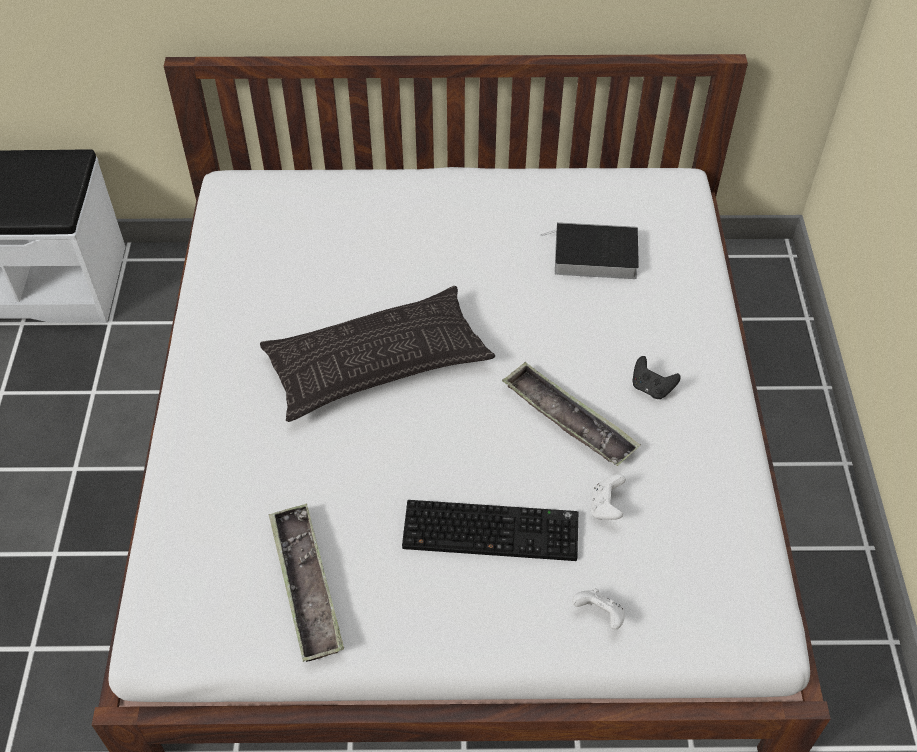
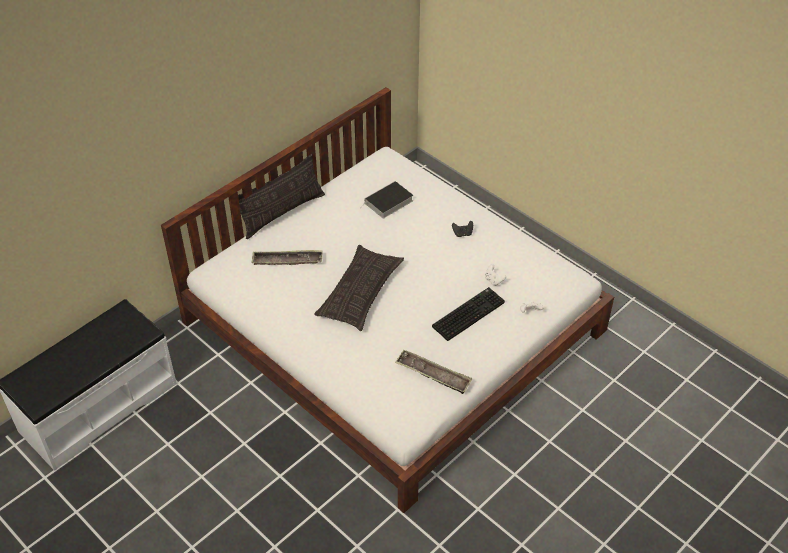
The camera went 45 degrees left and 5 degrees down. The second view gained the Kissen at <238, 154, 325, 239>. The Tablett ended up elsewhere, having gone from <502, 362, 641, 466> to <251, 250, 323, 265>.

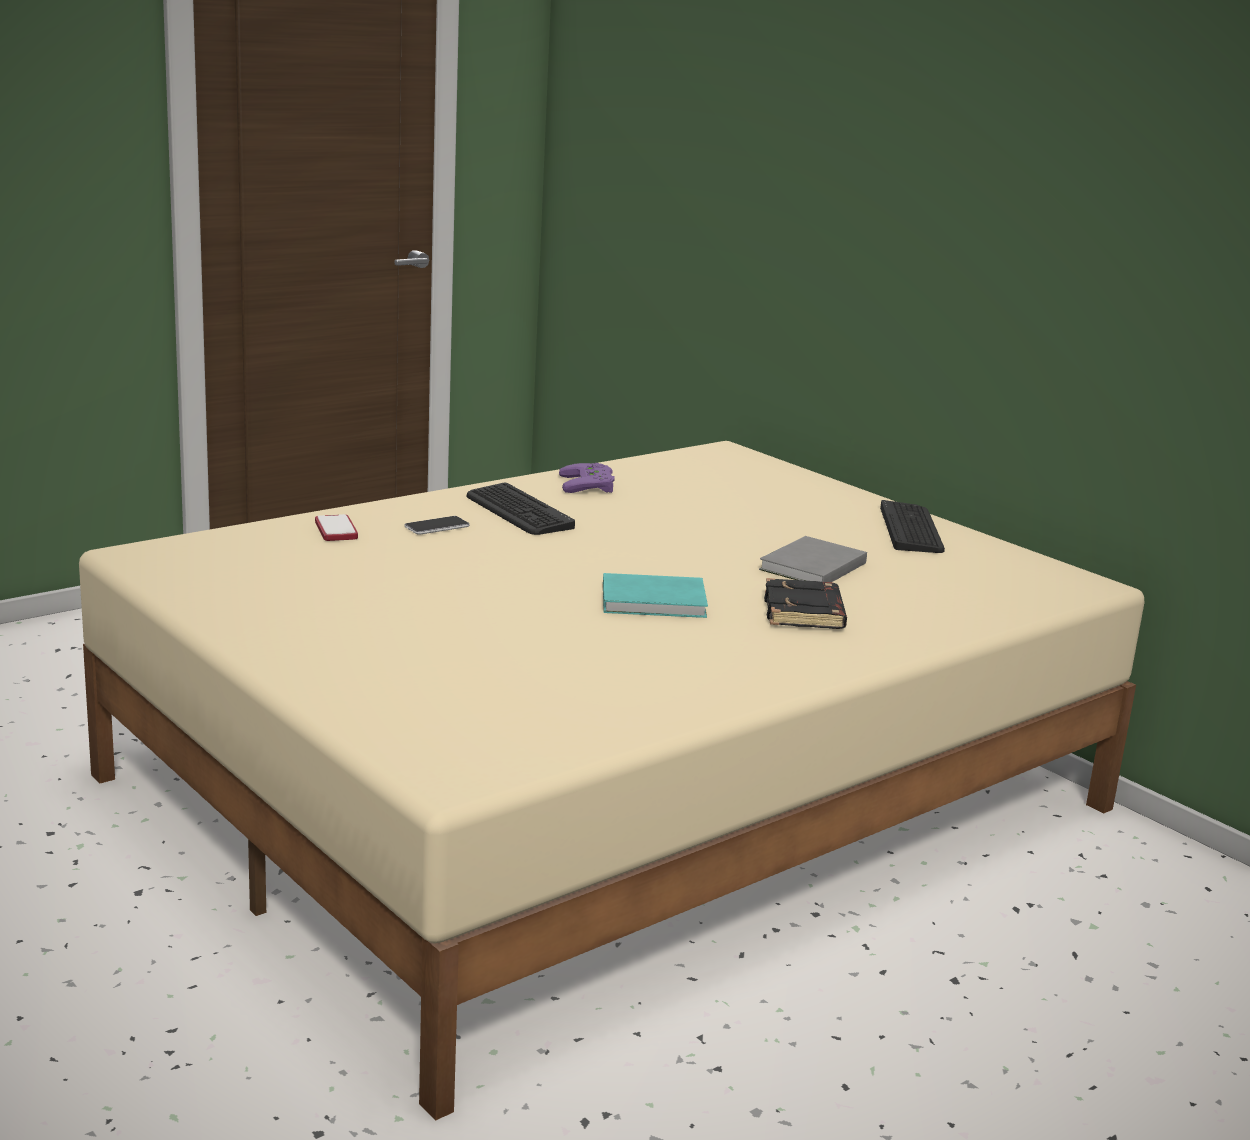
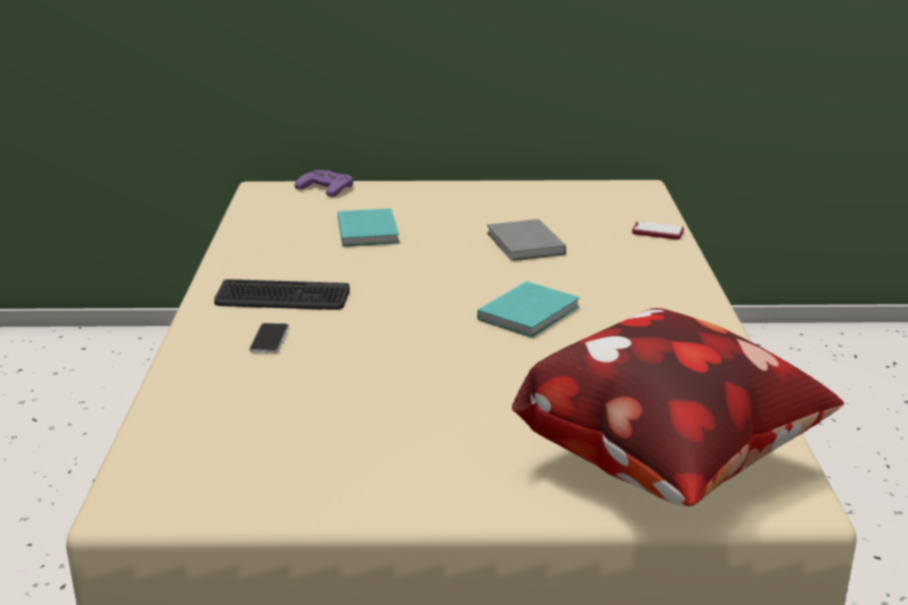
The camera went 50 degrees left and 5 degrees up. The Gamepad (lila) ended up elsewhere, having gone from <559, 463, 615, 493> to <294, 170, 353, 197>. The second view gained the Buch (türkis) at <338, 208, 399, 246>. The second view gained the Kissen at <512, 308, 844, 507>. The Handy ended up elsewhere, having gone from <315, 514, 358, 541> to <632, 221, 684, 240>. The second view lost the Buch (schwarz) at <764, 578, 847, 629>. The second view lost the Tastatur at <880, 500, 945, 553>.

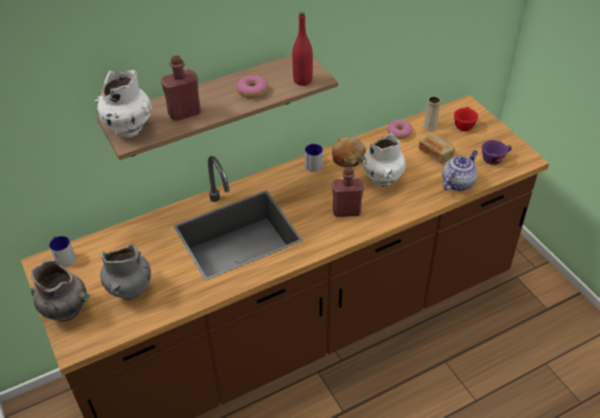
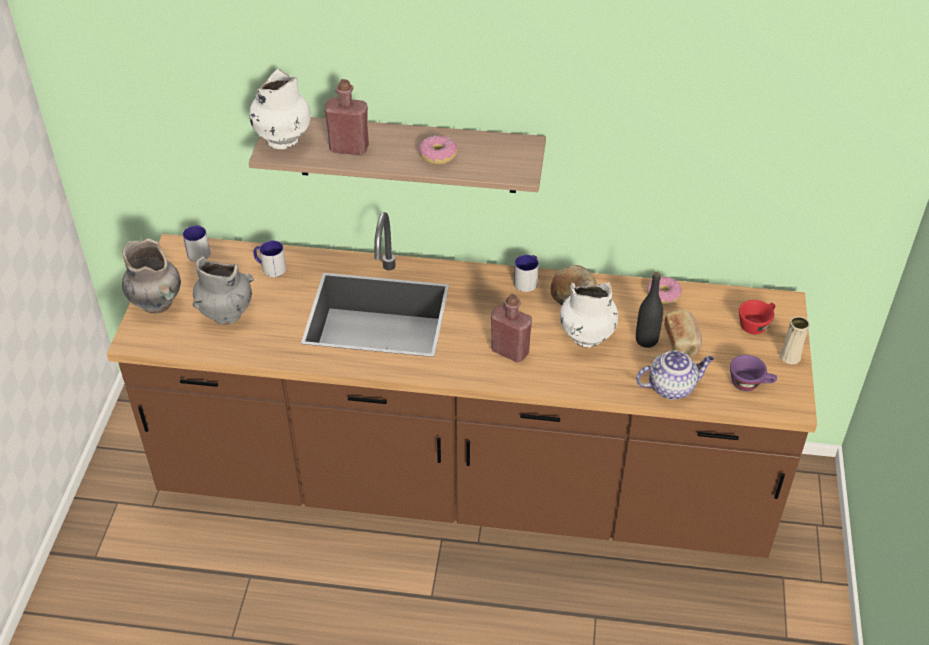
The camera went 35 degrees right and 0 degrees up. The second view gained the Henkelbecher at <253, 240, 286, 277>. The second view gained the Flasche (schwarz) at <636, 272, 663, 348>. The Vase (beige) ended up elsewhere, having gone from <424, 96, 441, 131> to <780, 316, 809, 364>. The second view lost the Flasche (rot) at <292, 12, 313, 86>.

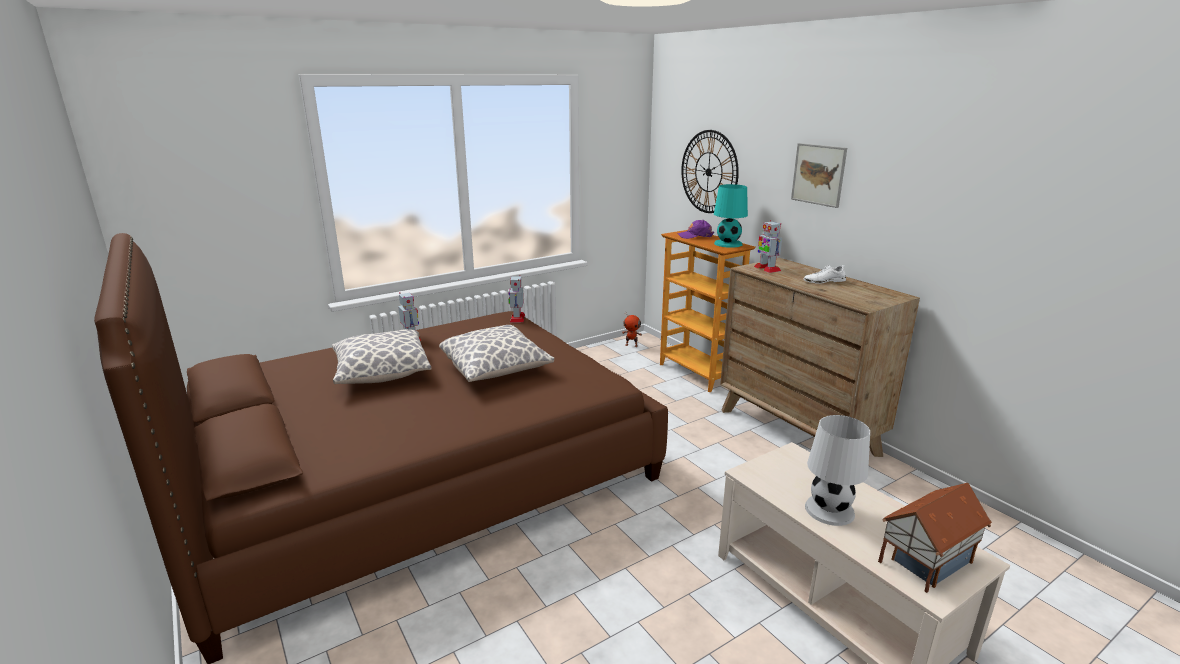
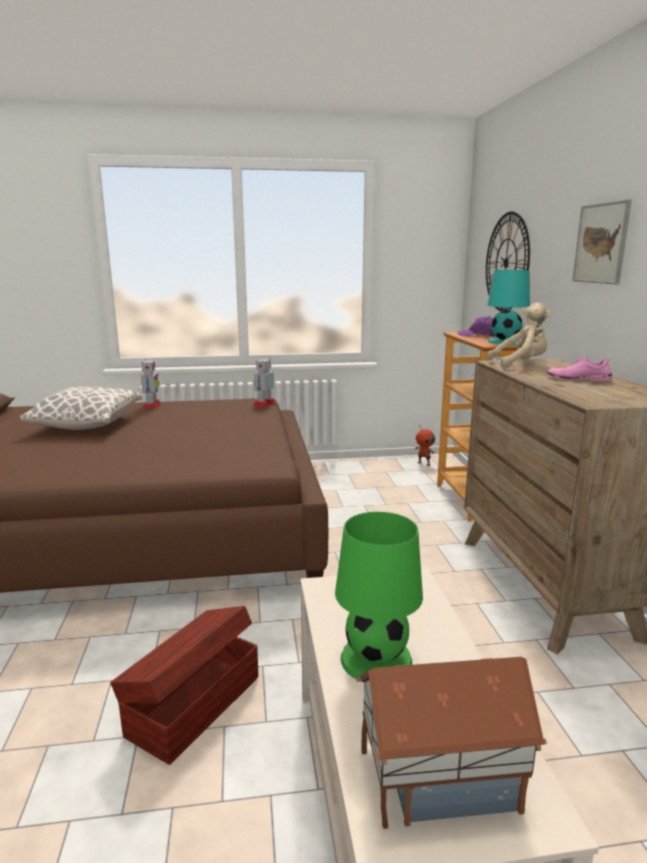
The camera went 25 degrees right and 5 degrees down. The second view gained the Aufbewahrungsbox (braun) at <110, 606, 258, 765>. What was the Tischlampe (weiß) at <805, 415, 870, 526> turned into the Tischlampe (grün) at <335, 512, 423, 679>. Where the Spielzeugroboter stood at <754, 220, 782, 273>, the Plüschtier (beige) came to stand at <487, 303, 551, 369>. What was the Schuh (weiß) at <803, 264, 846, 284> turned into the Schuh (rosa) at <546, 356, 612, 381>. The second view lost the Kissen at <439, 325, 554, 382>.

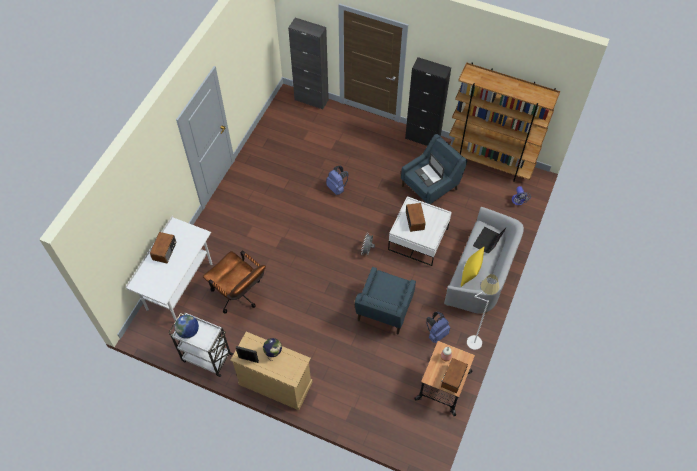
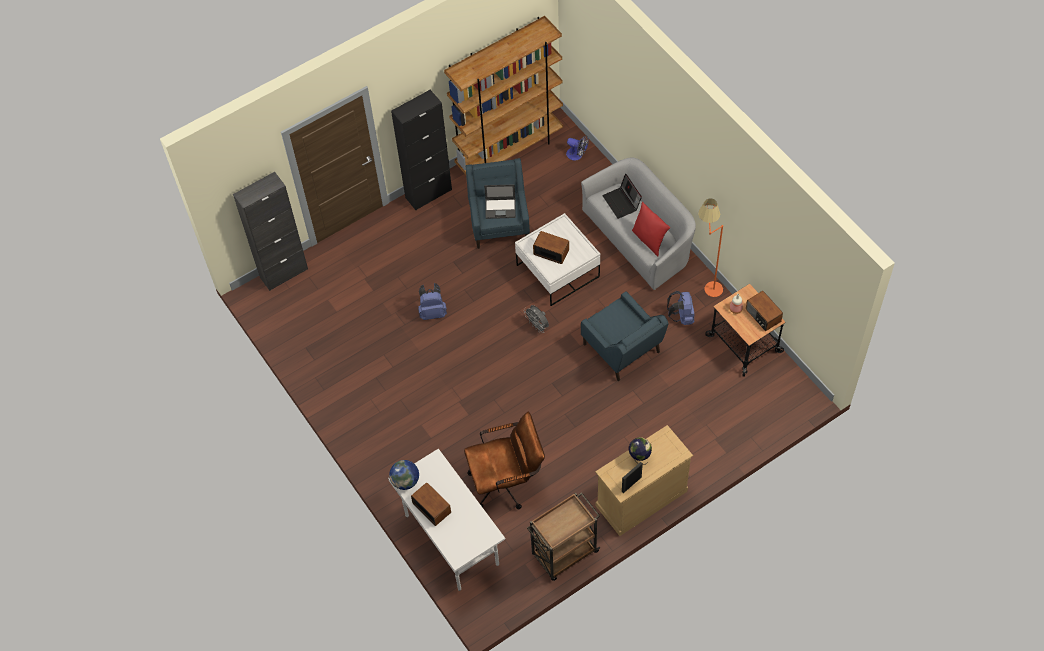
The camera went 55 degrees left and 0 degrees up. The Globus ended up elsewhere, having gone from <175, 315, 199, 339> to <389, 460, 419, 490>. What was the Rollwagen (weiß) at <168, 312, 234, 377> turned into the Rollwagen (braun) at <527, 492, 600, 581>. What was the Kissen (gelb) at <461, 247, 484, 287> turned into the Kissen (rot) at <632, 202, 670, 256>. What was the Stehlampe (weiß) at <467, 274, 500, 350> turned into the Stehlampe (orange) at <698, 198, 723, 297>.

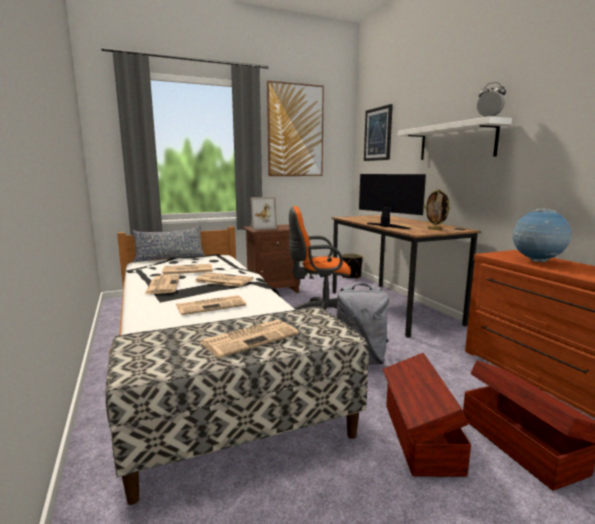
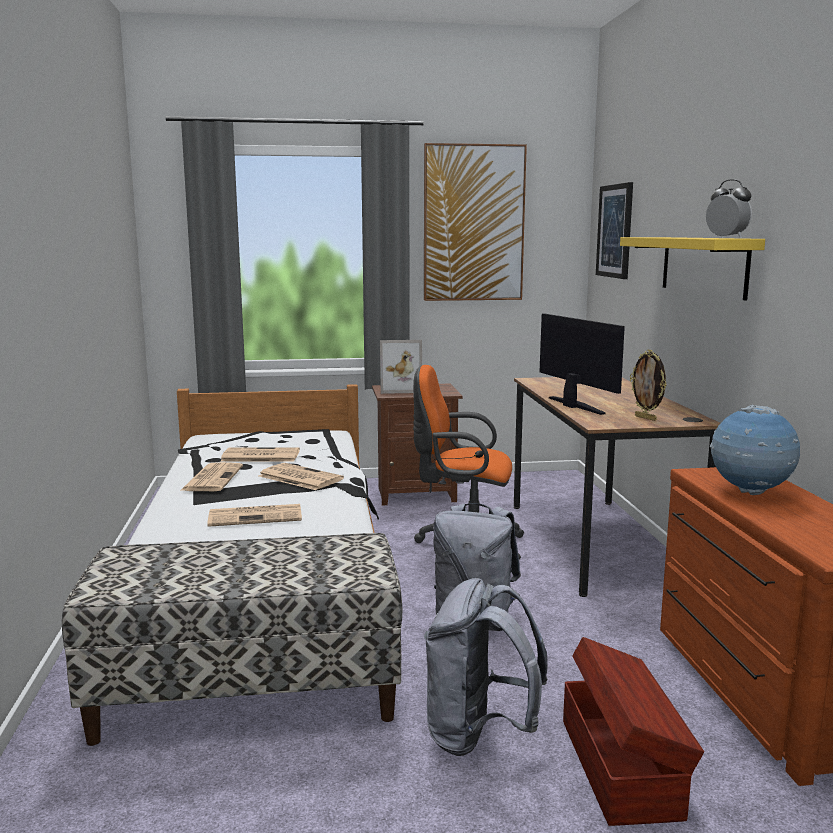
The camera went 15 degrees right and 0 degrees up. Where the Aufbewahrungsbox (braun) stood at <383, 353, 471, 477>, the Rucksack (grau) came to stand at <424, 578, 548, 756>. What was the Wandregal (weiß) at <398, 116, 512, 160> turned into the Wandregal (gelb) at <620, 237, 765, 300>. The second view lost the Kissen at <132, 226, 205, 263>. The second view lost the Zeitung at <200, 320, 299, 358>. The second view lost the Pflanzkübel (schwarz) at <342, 253, 363, 279>.

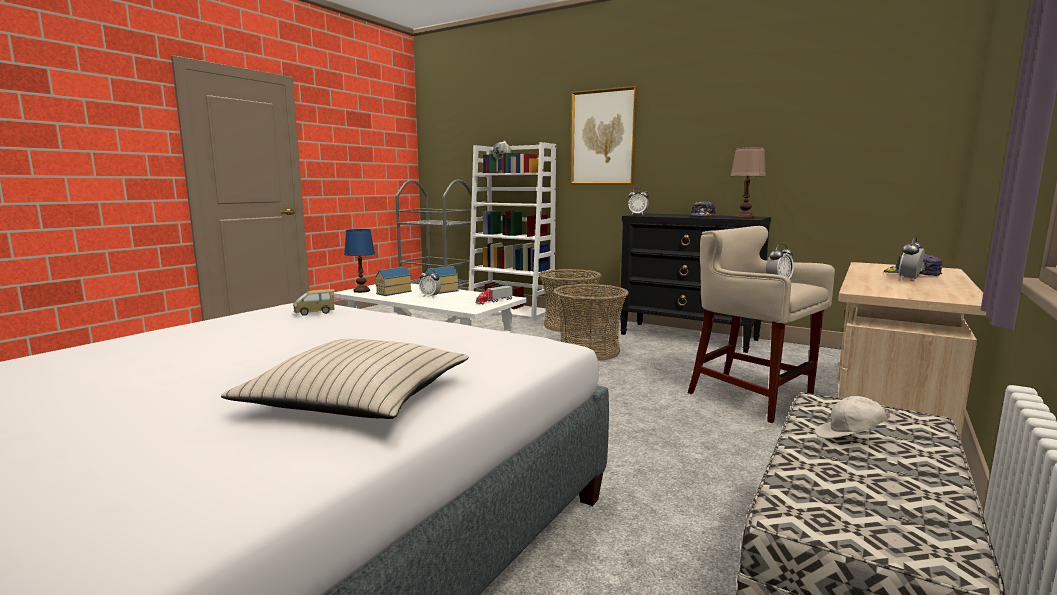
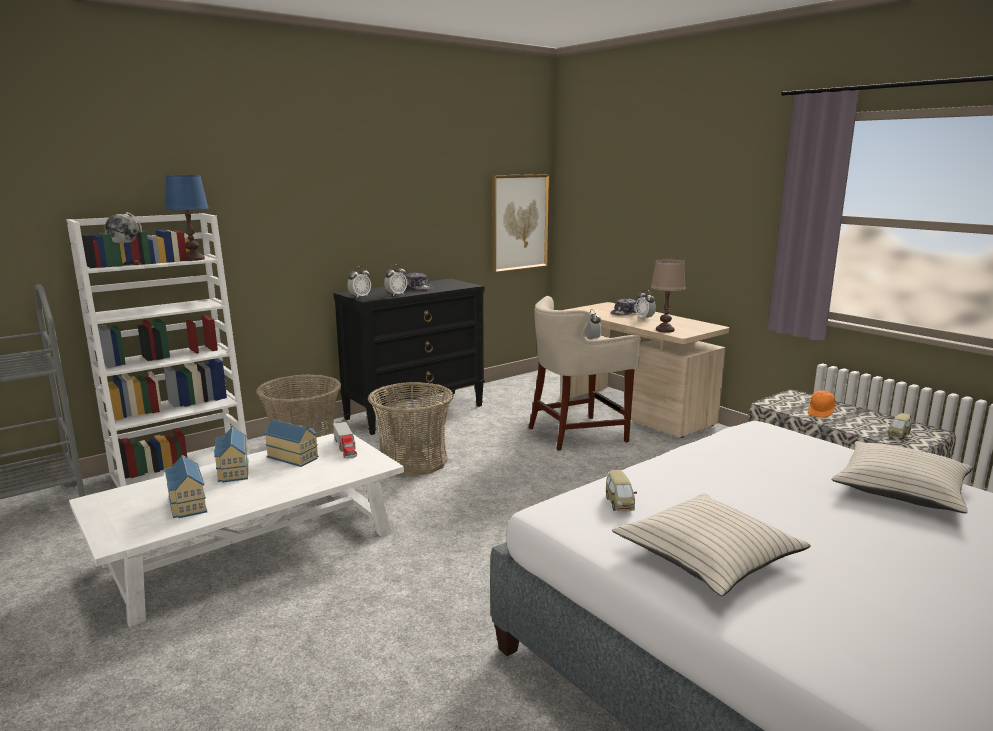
The camera went 70 degrees left and 5 degrees up. The Tischlampe (blau) ended up elsewhere, having gone from <344, 229, 375, 293> to <165, 175, 209, 261>. The second view gained the Spielzeughaus at <264, 419, 319, 467>. The Wecker ended up elsewhere, having gone from <419, 269, 441, 298> to <384, 265, 407, 296>. The Bild ended up elsewhere, having gone from <570, 86, 637, 184> to <493, 174, 550, 273>. The second view gained the Kissen (beige) at <612, 493, 811, 596>. The Tischlampe (braun) ended up elsewhere, having gone from <731, 147, 766, 219> to <651, 258, 686, 333>. What was the Kappe (weiß) at <815, 396, 899, 439> turned into the Kappe (orange) at <808, 391, 836, 417>. The second view gained the Spielzeugauto at <888, 413, 912, 439>.

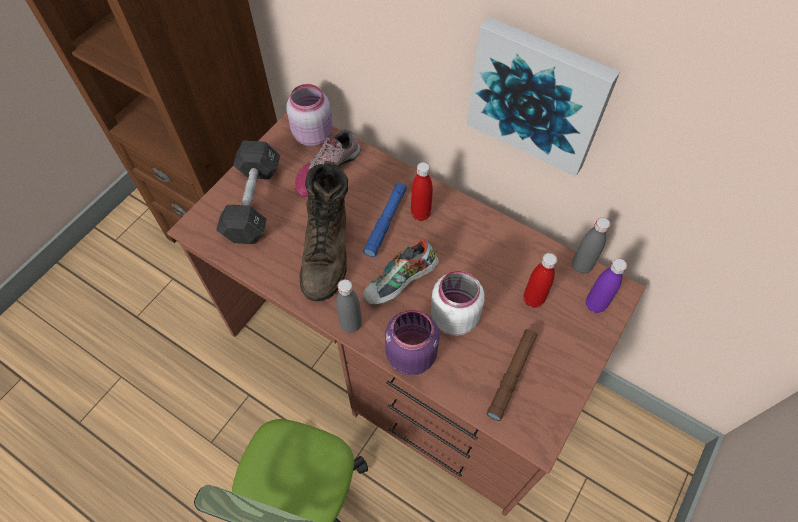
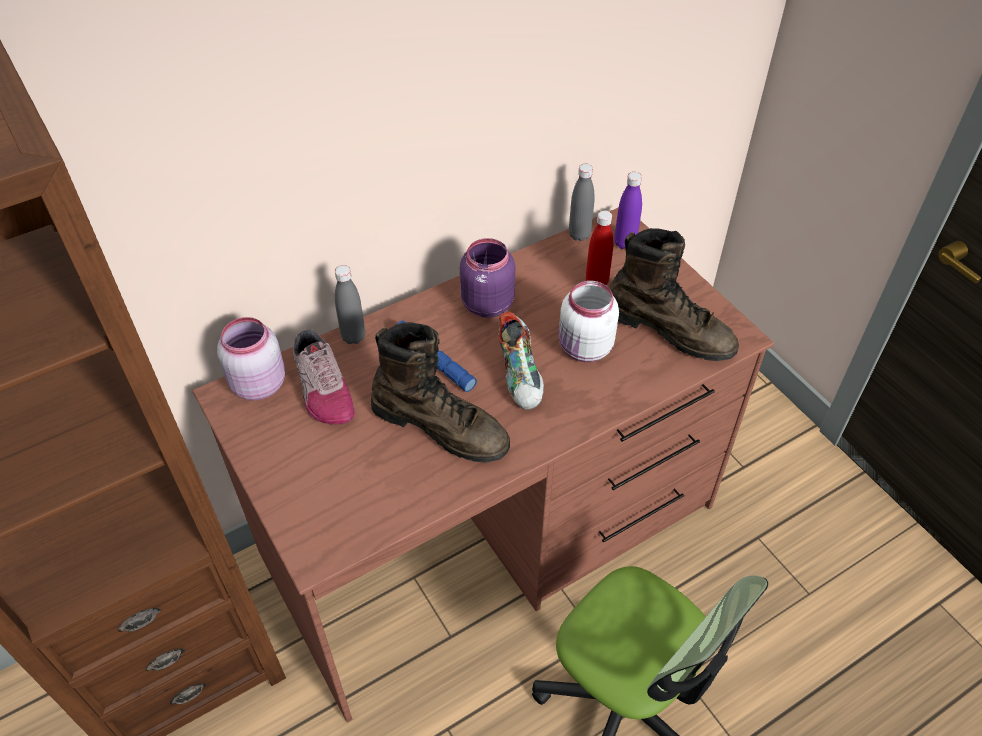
The camera went 65 degrees left and 10 degrees down. The Flasche (grau) ended up elsewhere, having gone from <336, 279, 362, 333> to <335, 265, 365, 344>. The Vorratsglas (lila) ended up elsewhere, having gone from <385, 310, 439, 375> to <460, 238, 515, 318>. Where the Taschenlampe (braun) stood at <487, 329, 537, 421>, the Stiefel (braun) came to stand at <610, 228, 739, 361>. The second view lost the Hantel (schwarz) at <216, 140, 280, 244>. The second view lost the Flasche (rot) at <411, 162, 433, 221>. The second view lost the Bild at <467, 17, 620, 177>.

